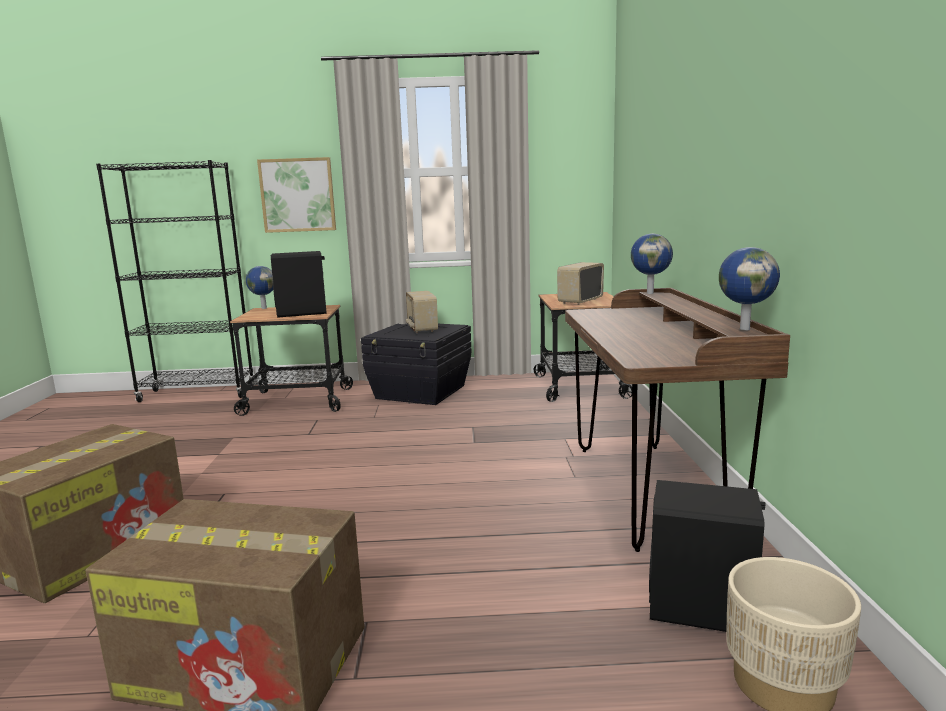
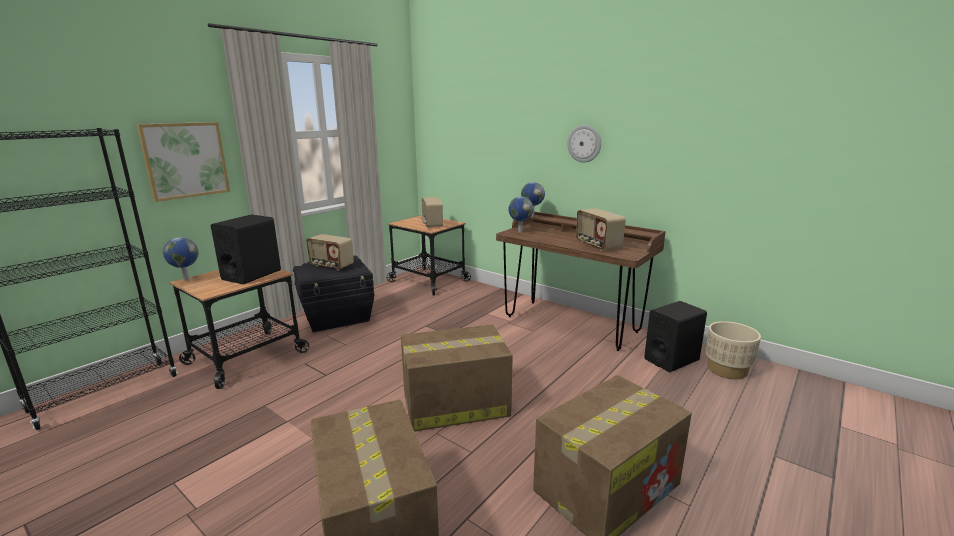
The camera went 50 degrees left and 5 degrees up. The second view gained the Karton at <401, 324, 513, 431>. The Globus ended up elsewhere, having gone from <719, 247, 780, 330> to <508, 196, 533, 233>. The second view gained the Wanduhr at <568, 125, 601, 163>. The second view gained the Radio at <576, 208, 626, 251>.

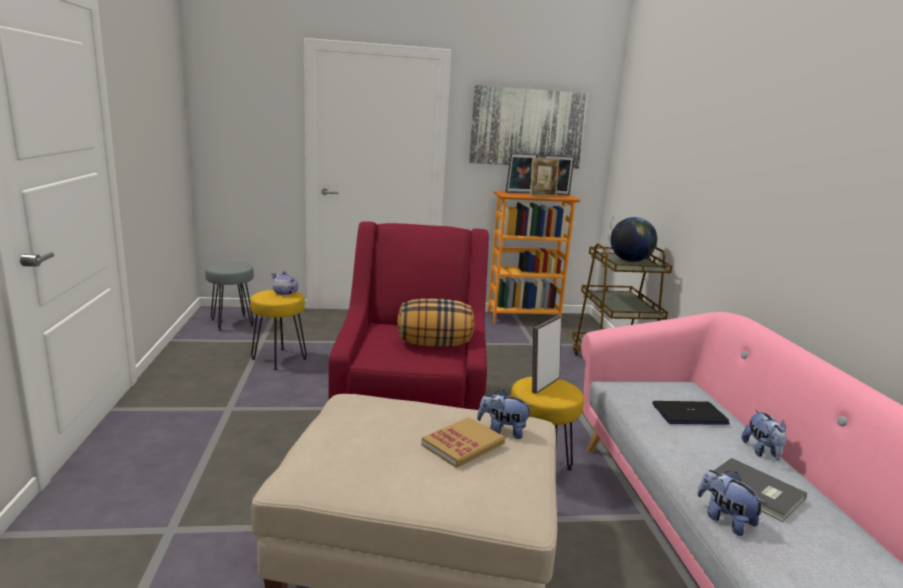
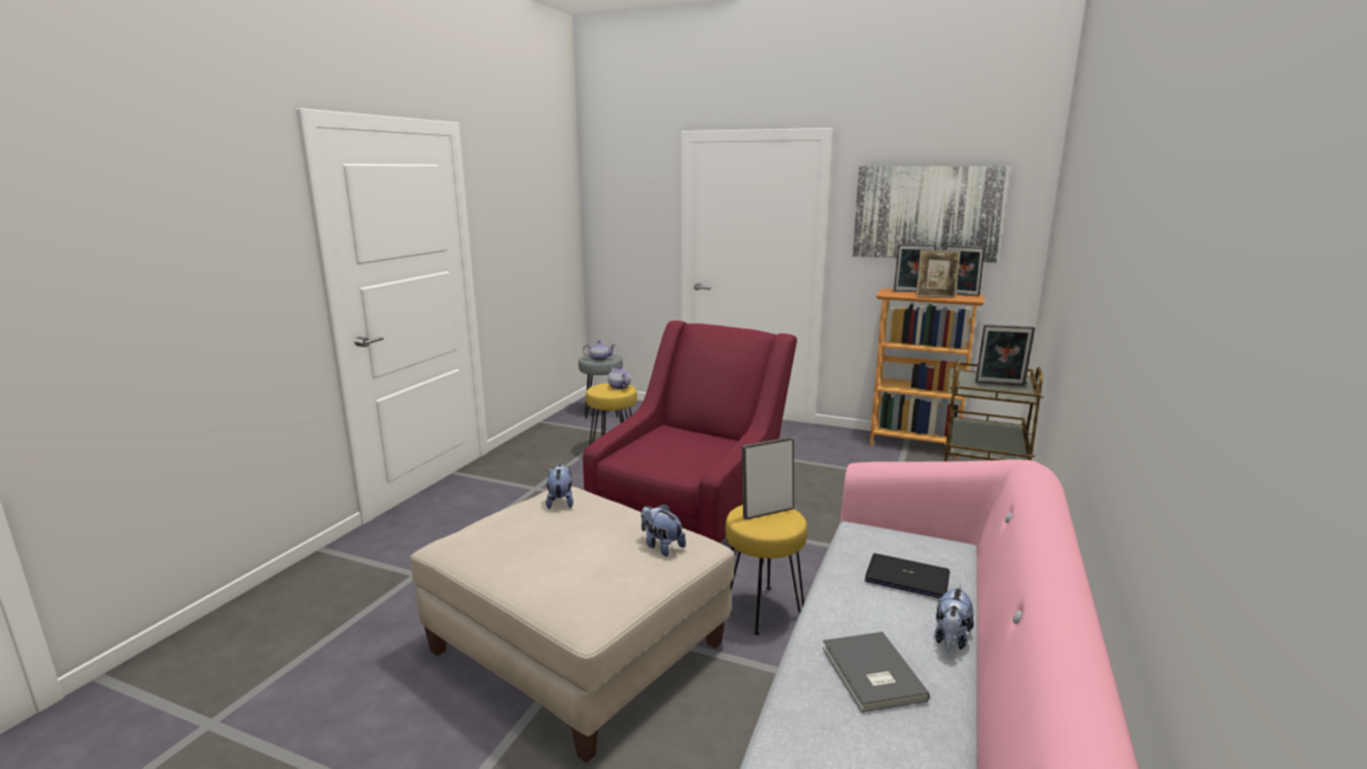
The camera went 30 degrees right and 0 degrees up. The Plüschtier ended up elsewhere, having gone from <697, 470, 766, 536> to <546, 464, 573, 509>. The second view gained the Teekanne at <583, 340, 616, 361>. Where the Globus stood at <610, 217, 657, 262>, the Bilderrahmen came to stand at <975, 324, 1035, 386>. The second view lost the Kissen at <397, 298, 474, 347>. The second view lost the Buch at <421, 417, 505, 468>.

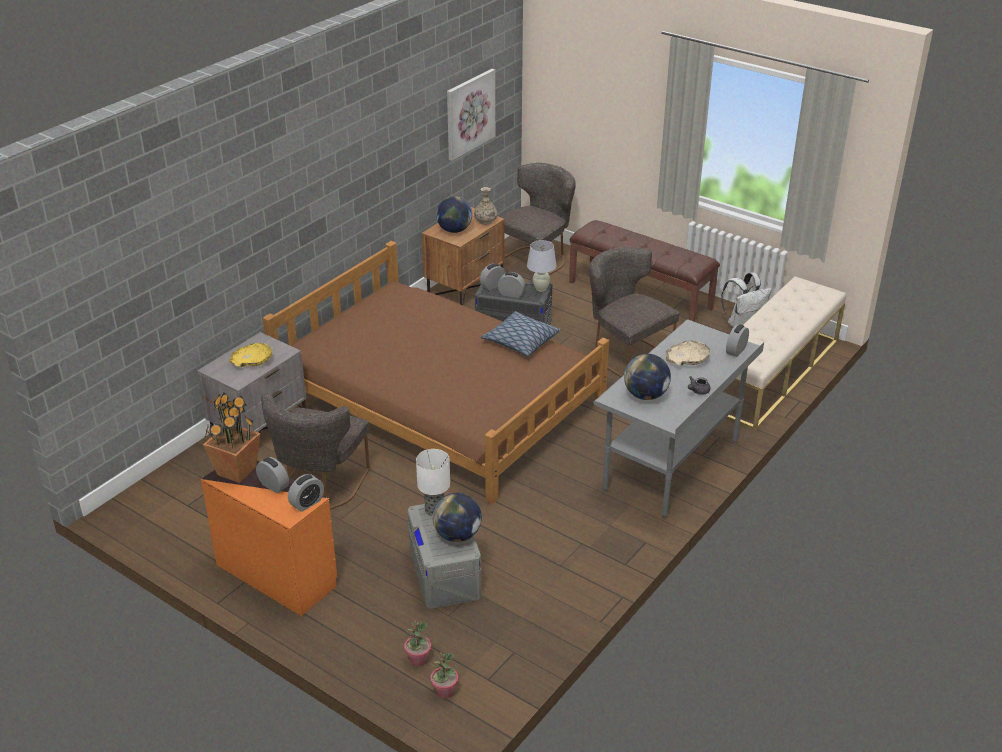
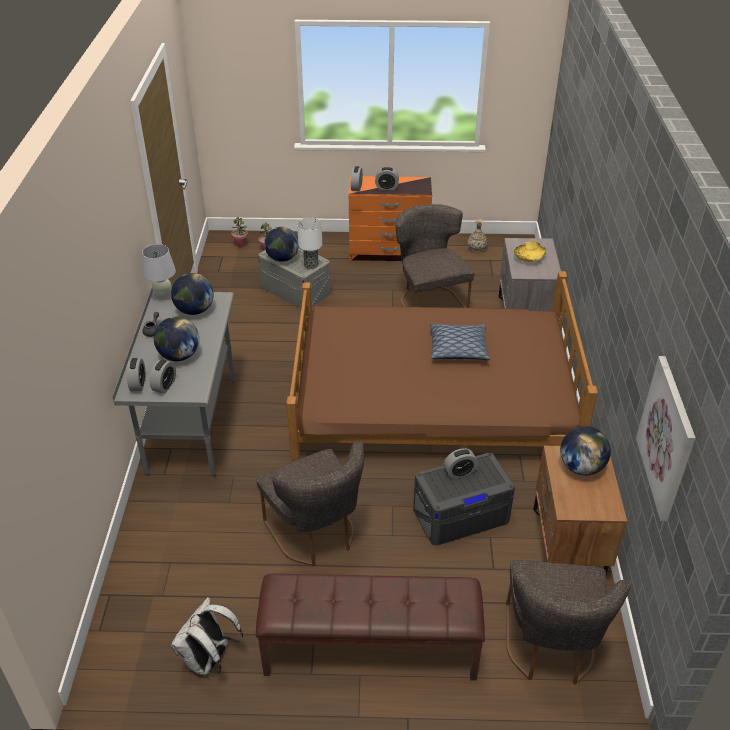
The camera went 145 degrees right and 5 degrees up. The Tischlampe (weiß) ended up elsewhere, having gone from <527, 240, 557, 292> to <142, 244, 176, 300>. The Wecker ended up elsewhere, having gone from <480, 264, 506, 290> to <150, 360, 176, 394>. Where the Schüssel (beige) stood at <666, 341, 710, 366>, the Globus came to stand at <154, 317, 199, 361>. The Stuhl (grau) at <589, 247, 680, 377> ended up facing another way, 45 degrees clockwise from before. The Kissen ended up elsewhere, having gone from <481, 311, 561, 357> to <430, 323, 490, 360>. The Vase ended up elsewhere, having gone from <474, 187, 497, 225> to <467, 219, 488, 252>. The second view lost the Topfpflanze at <203, 393, 260, 483>. The second view lost the Bank (beige) at <725, 276, 846, 431>.

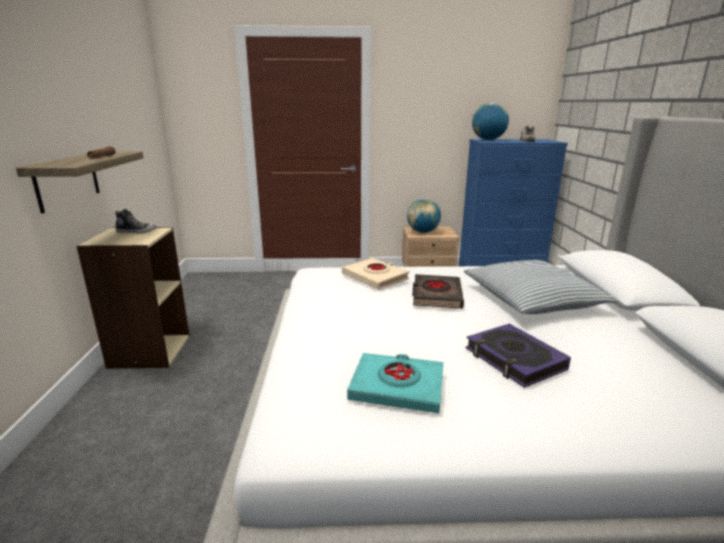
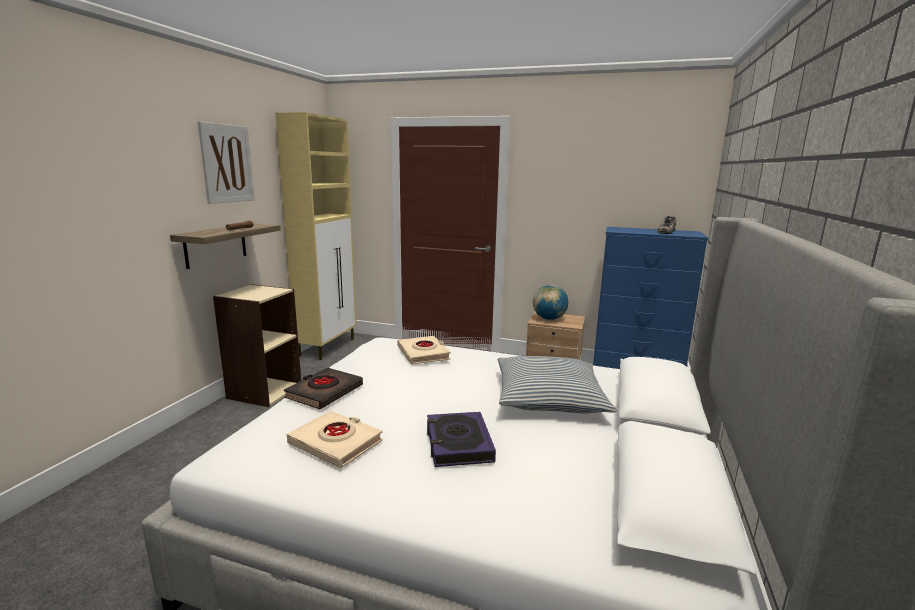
The camera went 20 degrees right and 5 degrees down. The second view gained the Bild at <198, 121, 255, 204>. The second view gained the Schrank (beige) at <275, 112, 356, 360>. The Buch (schwarz) ended up elsewhere, having gone from <413, 274, 464, 309> to <284, 368, 363, 409>. What was the Buch (türkis) at <347, 353, 443, 413> turned into the Buch (beige) at <287, 411, 383, 468>. The second view lost the Schuh at <115, 209, 157, 234>. The second view lost the Globus at <472, 103, 509, 140>.

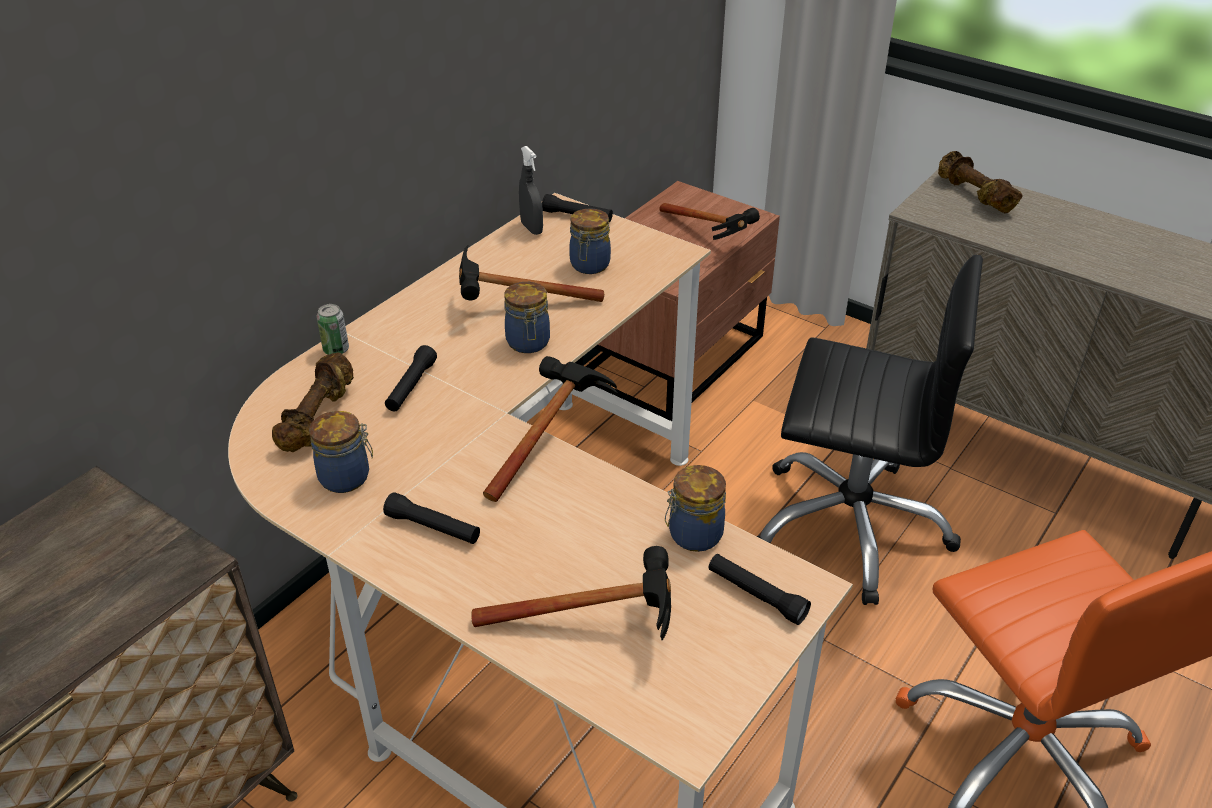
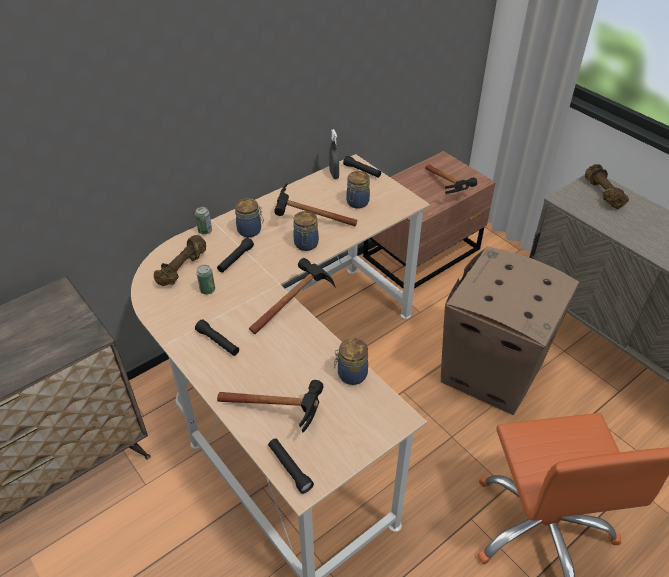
The camera went 15 degrees right and 5 degrees up. The second view gained the Dose at <196, 265, 215, 294>. The Vorratsglas ended up elsewhere, having gone from <309, 411, 373, 493> to <235, 198, 264, 238>. The Taschenlampe (schwarz) ended up elsewhere, having gone from <709, 554, 811, 625> to <268, 438, 314, 494>. Where the Bürostuhl (schwarz) stood at <757, 255, 983, 605>, the Karton came to stand at <441, 246, 579, 415>.

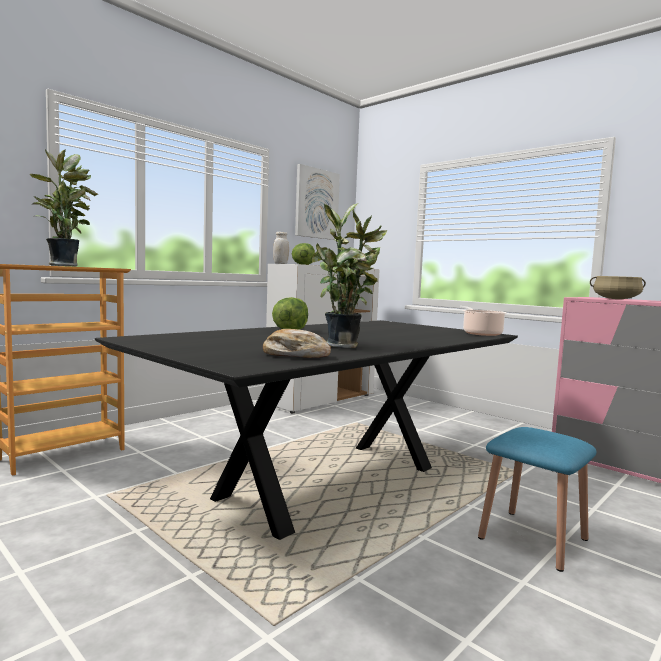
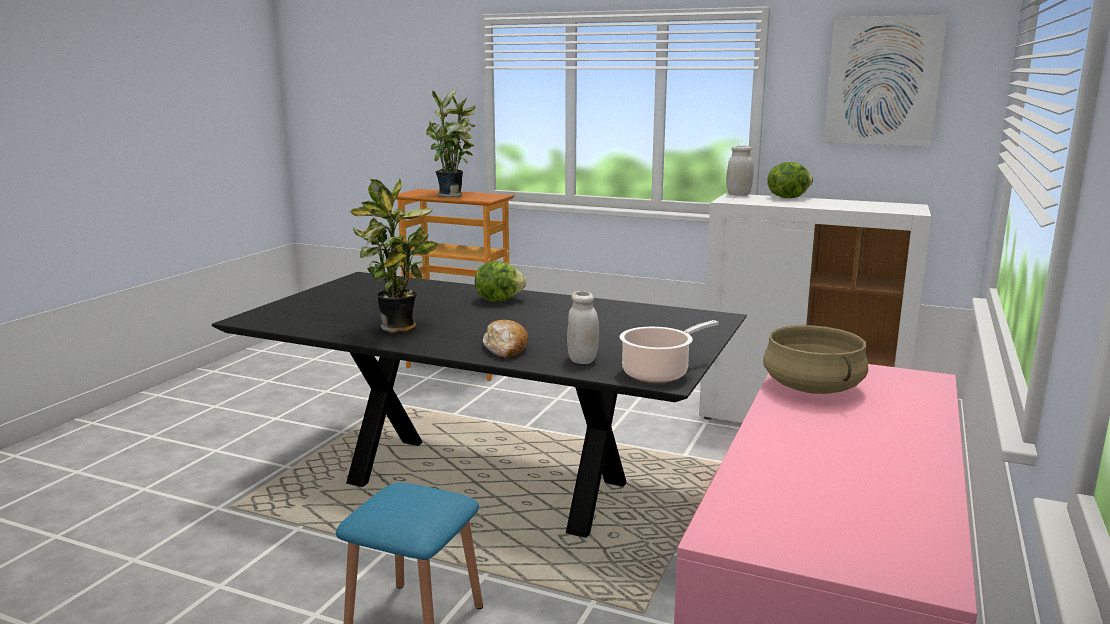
The camera went 70 degrees right and 10 degrees up. The Brot ended up elsewhere, having gone from <263, 329, 331, 358> to <483, 320, 528, 358>. The second view gained the Vorratsglas (weiß) at <567, 291, 599, 364>.

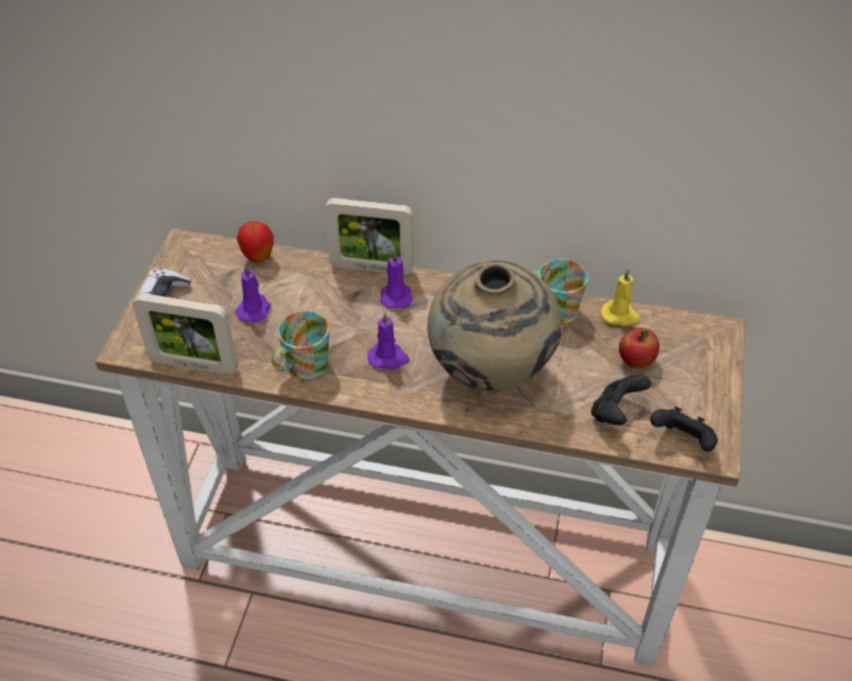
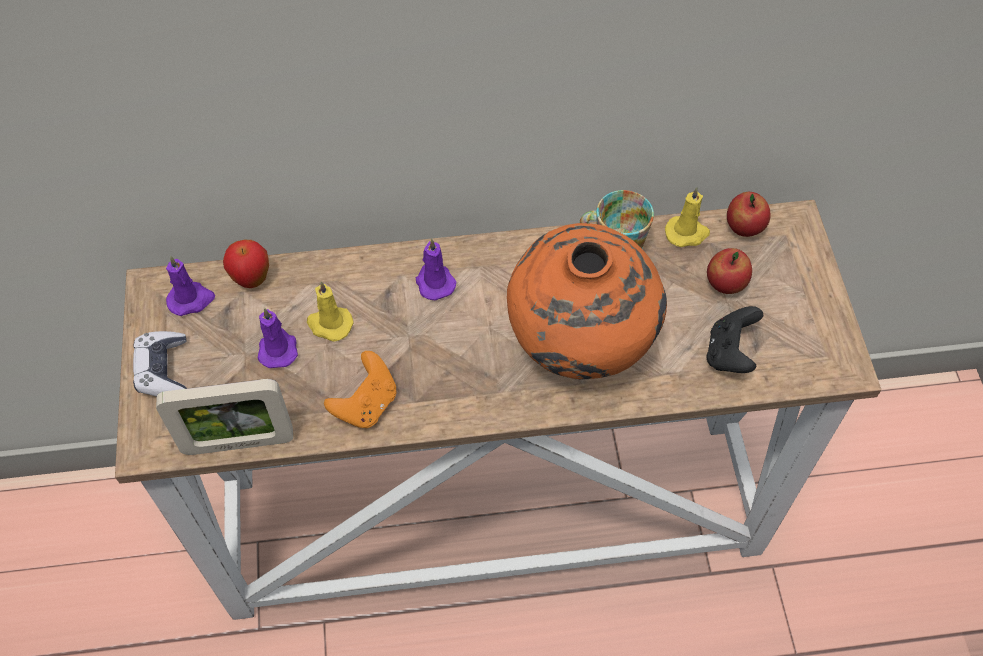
The camera went 20 degrees left and 10 degrees up. The Kerze (lila) ended up elsewhere, having gone from <368, 312, 409, 369> to <166, 256, 215, 316>. The second view gained the Kerze (gelb) at <307, 281, 354, 342>. Where the Henkelbecher stood at <272, 311, 330, 379>, the Gamepad (orange) came to stand at <324, 351, 396, 428>. What was the Vase (beige) at <427, 260, 561, 391> turned into the Vase (orange) at <507, 223, 667, 379>. The second view gained the Apfel at <727, 192, 771, 237>. The second view lost the Bilderrahmen at <325, 198, 414, 275>. The second view lost the Gamepad (schwarz) at <650, 406, 718, 452>.

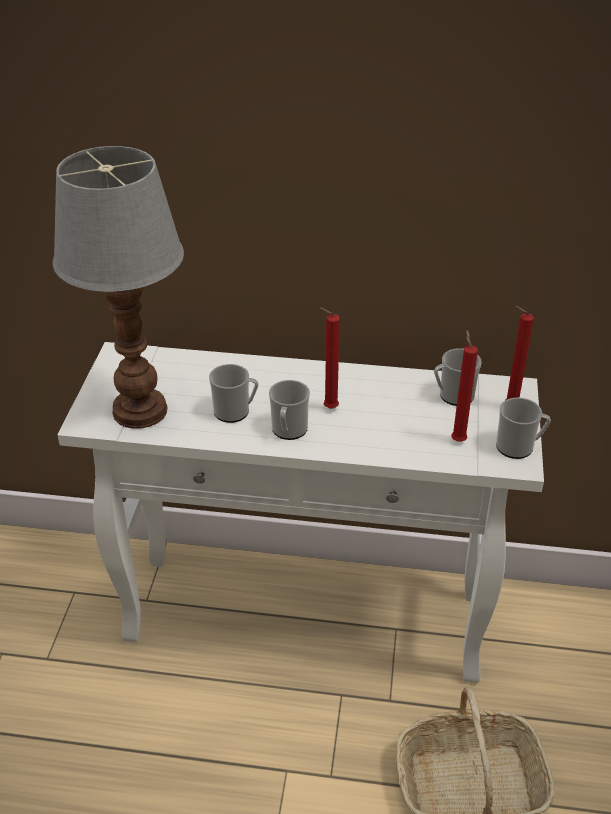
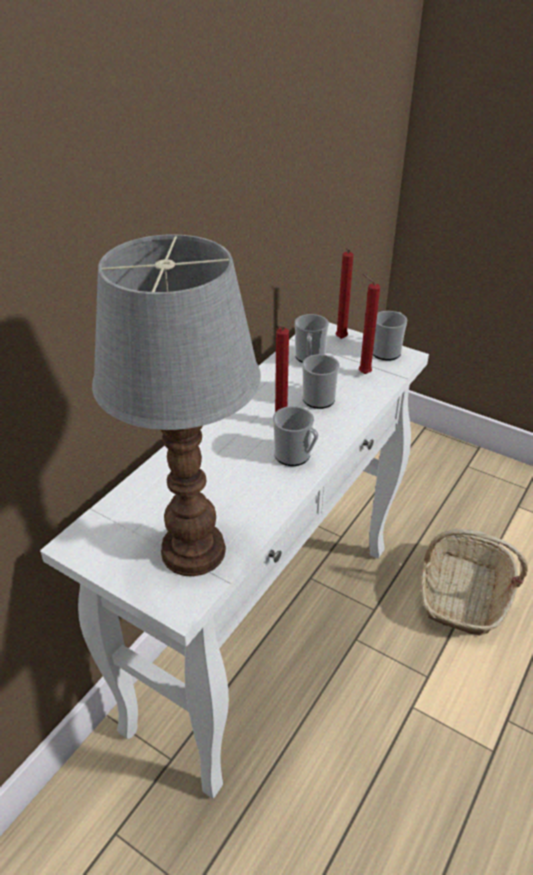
The camera went 65 degrees left and 0 degrees up. The Henkelbecher ended up elsewhere, having gone from <209, 364, 258, 423> to <302, 354, 339, 409>.

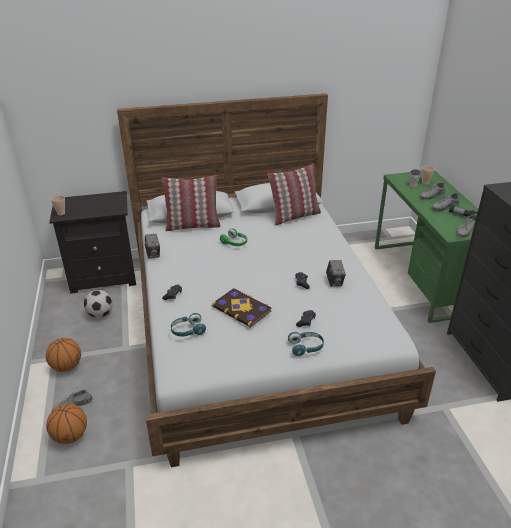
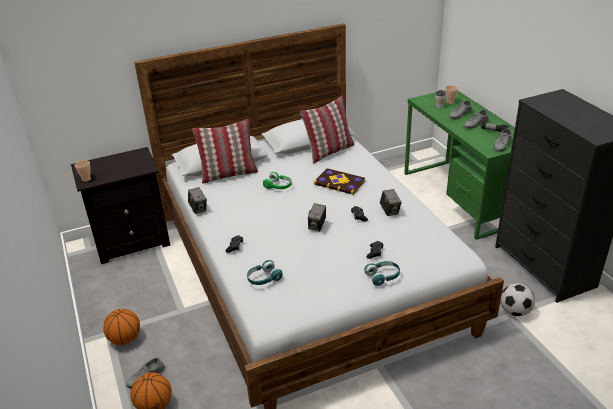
The camera went 10 degrees left and 0 degrees up. The second view gained the Kamera at <308, 203, 326, 231>. The Buch ended up elsewhere, having gone from <212, 288, 272, 328> to <314, 168, 365, 195>. The Fußball ended up elsewhere, having gone from <84, 290, 113, 318> to <501, 283, 535, 316>.

